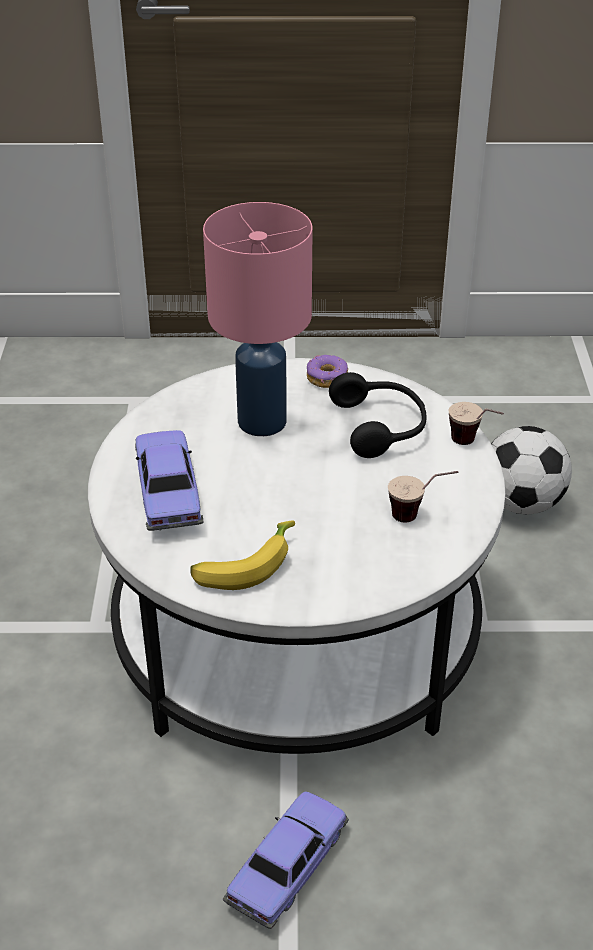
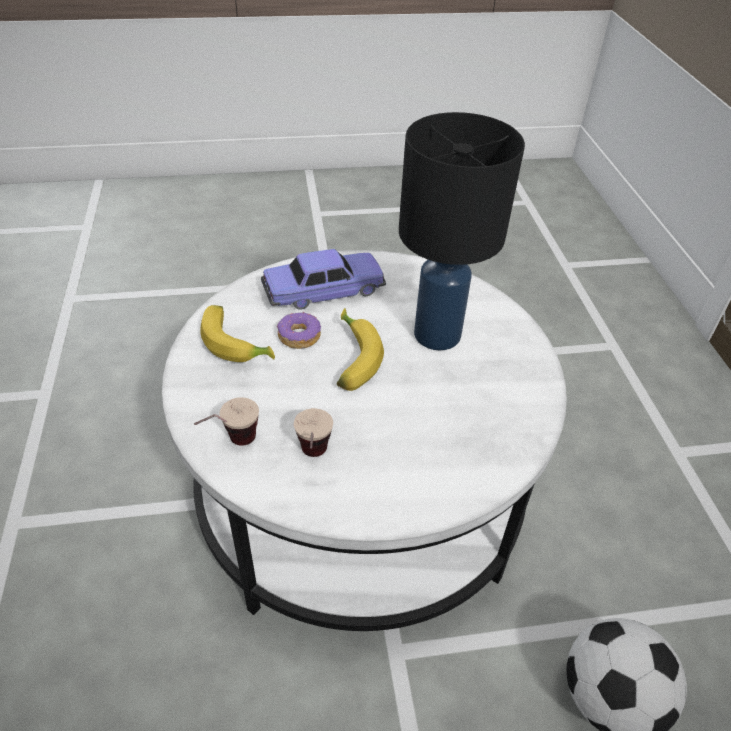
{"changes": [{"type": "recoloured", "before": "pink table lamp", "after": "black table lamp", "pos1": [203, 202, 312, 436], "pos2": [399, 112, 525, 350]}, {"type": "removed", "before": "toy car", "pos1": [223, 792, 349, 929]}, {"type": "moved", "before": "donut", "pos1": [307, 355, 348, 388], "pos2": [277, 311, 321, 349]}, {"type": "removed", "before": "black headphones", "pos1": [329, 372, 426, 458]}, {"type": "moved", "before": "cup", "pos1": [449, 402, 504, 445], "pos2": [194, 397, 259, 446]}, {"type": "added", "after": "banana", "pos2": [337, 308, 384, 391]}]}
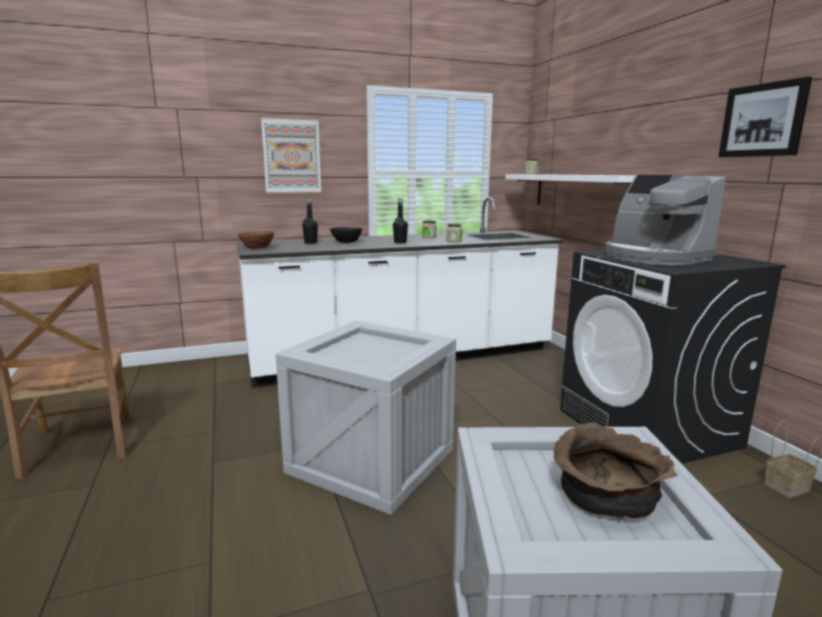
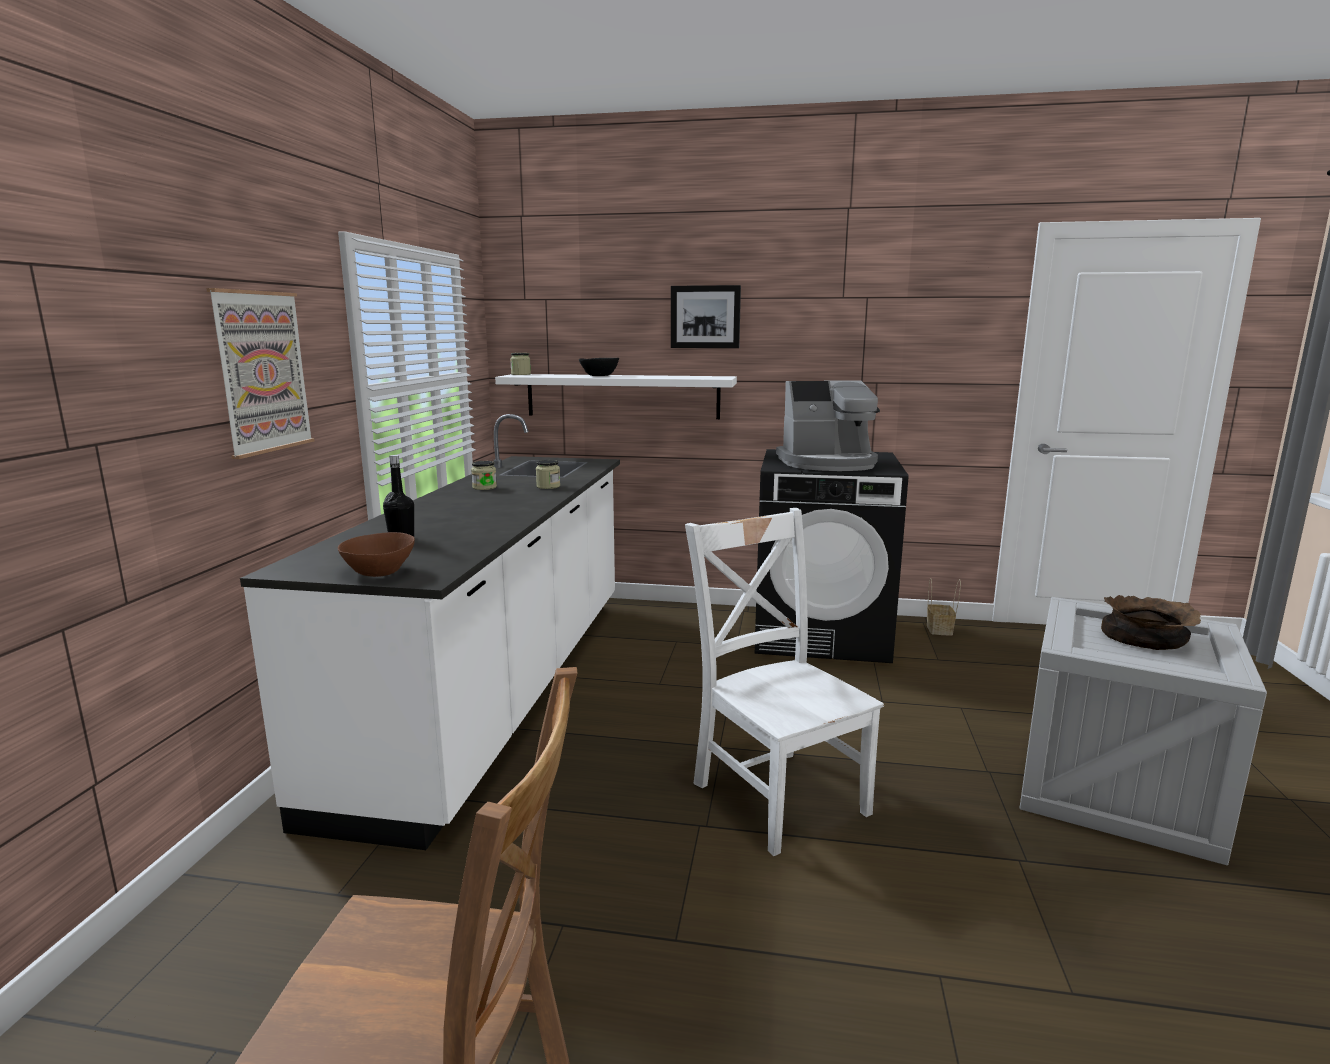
{"changes": [{"type": "replaced", "before": "crate", "after": "white chair", "pos1": [276, 321, 456, 515], "pos2": [685, 508, 884, 856]}, {"type": "moved", "before": "black bowl", "pos1": [330, 227, 363, 243], "pos2": [579, 358, 619, 376]}, {"type": "removed", "before": "black bottle", "pos1": [393, 198, 408, 243]}, {"type": "moved", "before": "picture", "pos1": [719, 76, 812, 157], "pos2": [671, 285, 741, 348]}]}
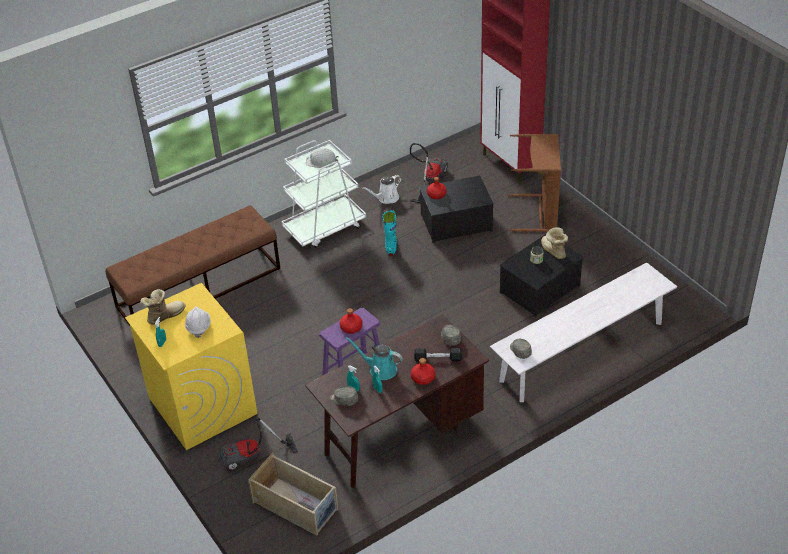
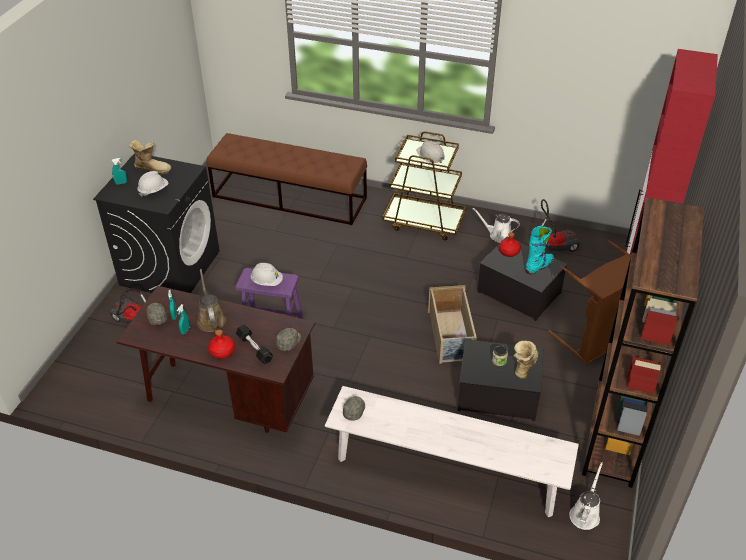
{"changes": [{"type": "recoloured", "before": "yellow washing machine", "after": "black washing machine", "pos1": [125, 283, 257, 450], "pos2": [93, 153, 220, 293]}, {"type": "moved", "before": "beige storage box", "pos1": [248, 453, 339, 536], "pos2": [428, 285, 477, 364]}, {"type": "recoloured", "before": "white cart", "after": "brown cart", "pos1": [281, 140, 366, 248], "pos2": [383, 131, 466, 241]}, {"type": "replaced", "before": "red bottle", "after": "white hard hat", "pos1": [340, 308, 363, 334], "pos2": [250, 263, 283, 286]}, {"type": "recoloured", "before": "turquoise watering can", "after": "brown watering can", "pos1": [346, 337, 403, 380], "pos2": [197, 269, 226, 332]}, {"type": "moved", "before": "turquoise boot", "pos1": [382, 210, 397, 256], "pos2": [526, 226, 554, 274]}, {"type": "added", "after": "white watering can", "pos2": [569, 462, 603, 530]}, {"type": "added", "after": "brown bookcase", "pos2": [582, 197, 704, 488]}]}
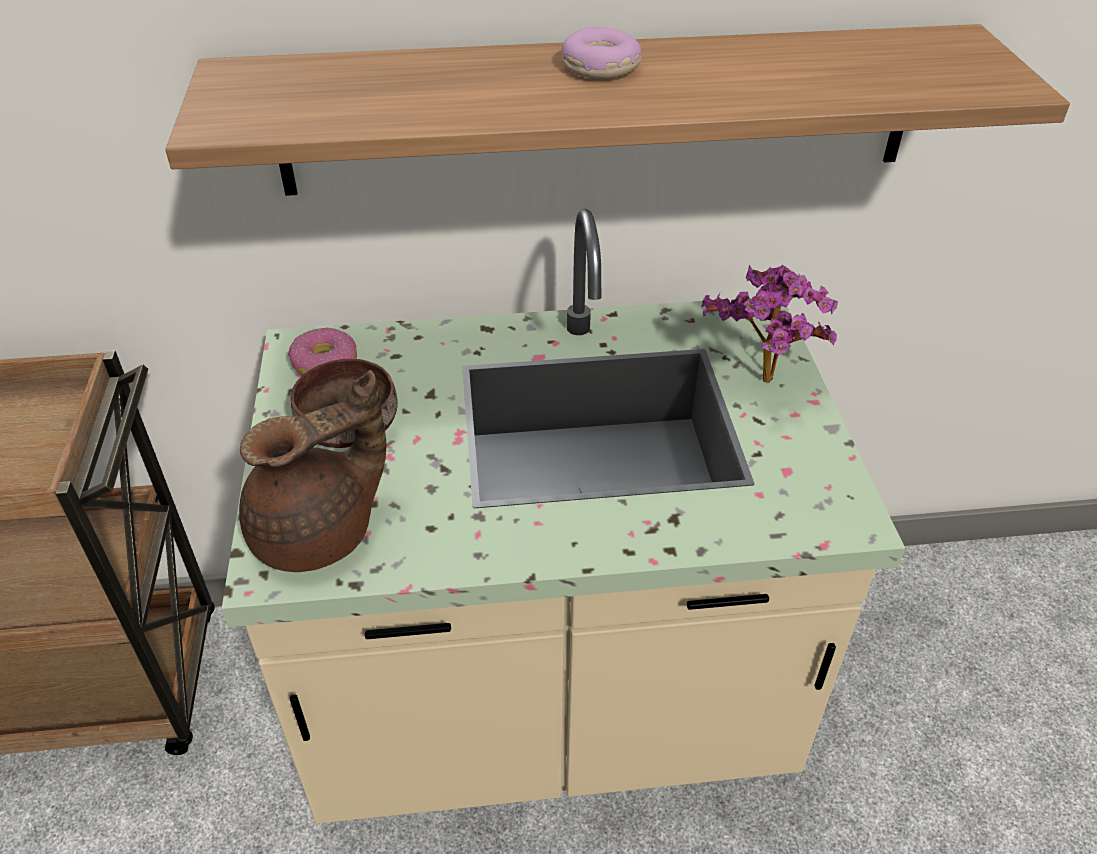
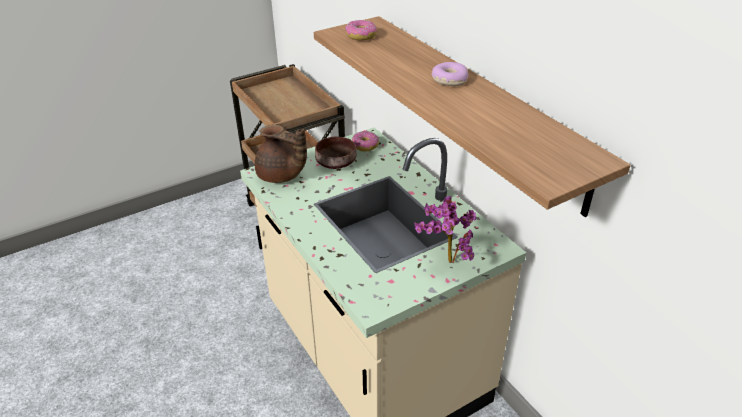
{"changes": [{"type": "added", "after": "donut", "pos2": [345, 20, 377, 40]}]}
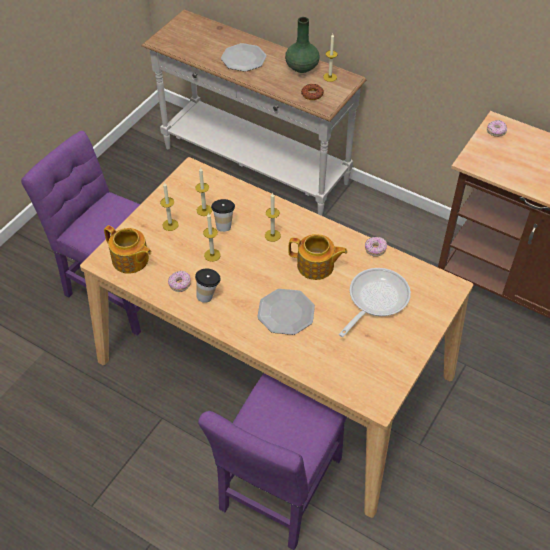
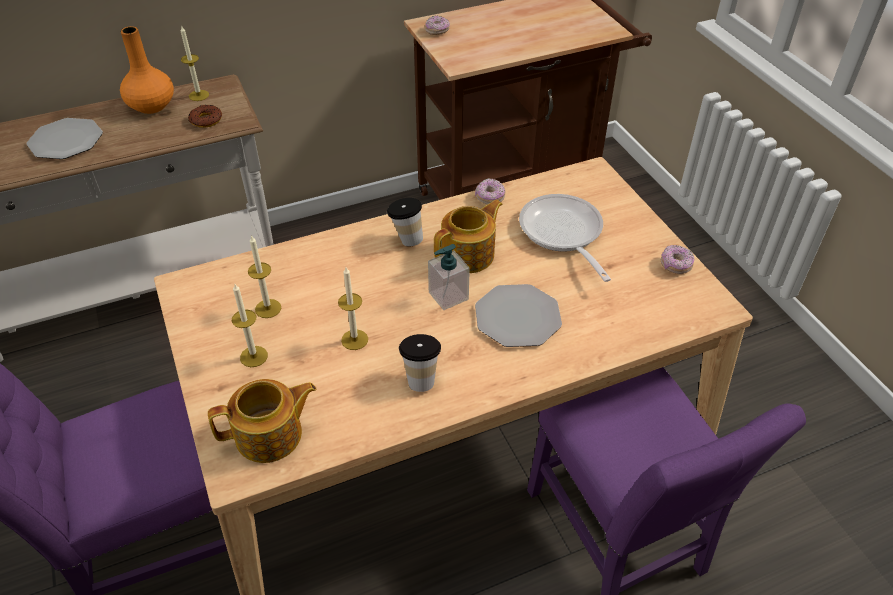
{"changes": [{"type": "moved", "before": "donut", "pos1": [168, 271, 191, 292], "pos2": [661, 245, 694, 274]}, {"type": "moved", "before": "cup", "pos1": [211, 199, 235, 232], "pos2": [387, 198, 423, 246]}, {"type": "removed", "before": "candle", "pos1": [265, 193, 281, 242]}, {"type": "recoloured", "before": "green vase", "after": "orange vase", "pos1": [285, 17, 320, 73], "pos2": [120, 26, 174, 114]}, {"type": "added", "after": "soap dispenser", "pos2": [428, 244, 470, 310]}]}
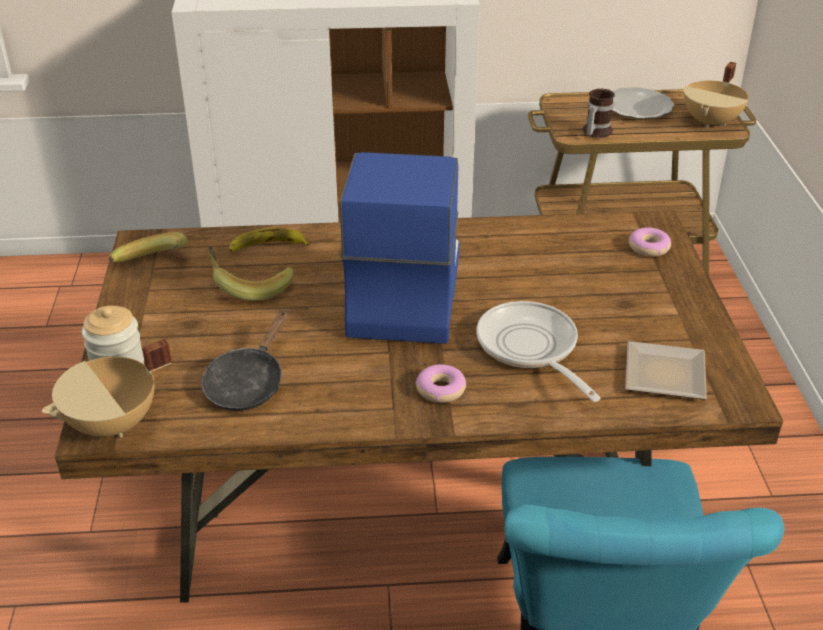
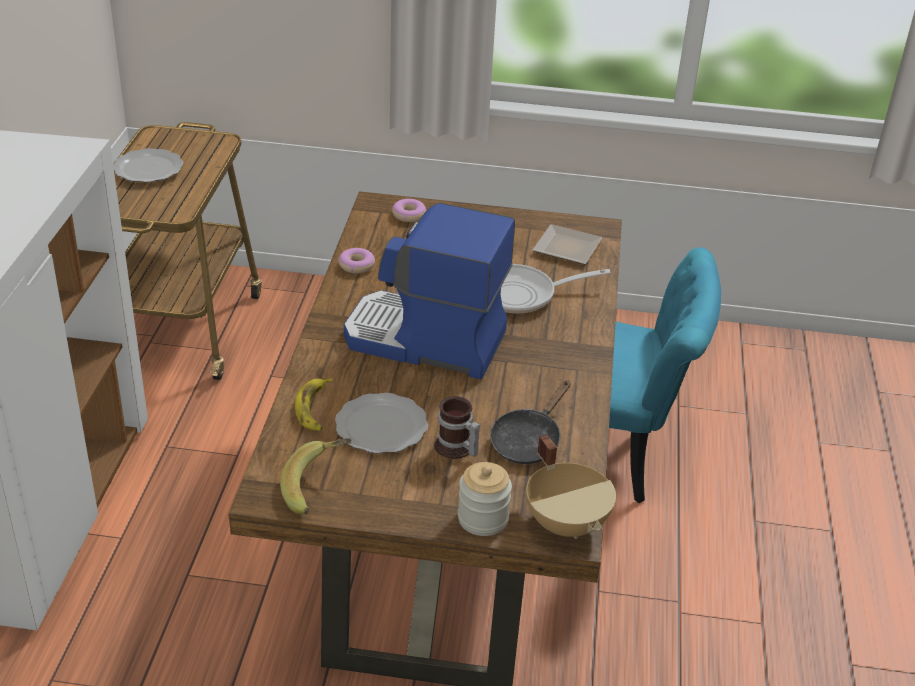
{"changes": [{"type": "turned", "before": "black frying pan", "pos1": [201, 310, 288, 411], "pos2": [490, 380, 570, 464], "turn": 90}, {"type": "replaced", "before": "banana", "after": "plate", "pos1": [208, 246, 293, 301], "pos2": [335, 393, 428, 454]}, {"type": "moved", "before": "donut", "pos1": [415, 364, 466, 403], "pos2": [338, 248, 375, 274]}, {"type": "moved", "before": "mug", "pos1": [583, 89, 615, 138], "pos2": [434, 396, 480, 459]}, {"type": "removed", "before": "beige cooking pot", "pos1": [684, 62, 749, 128]}]}
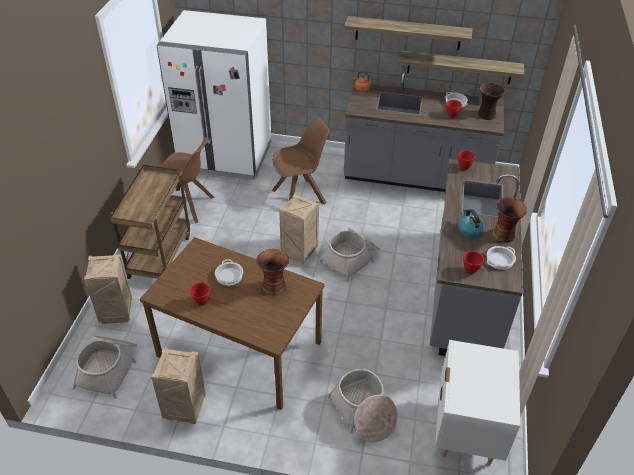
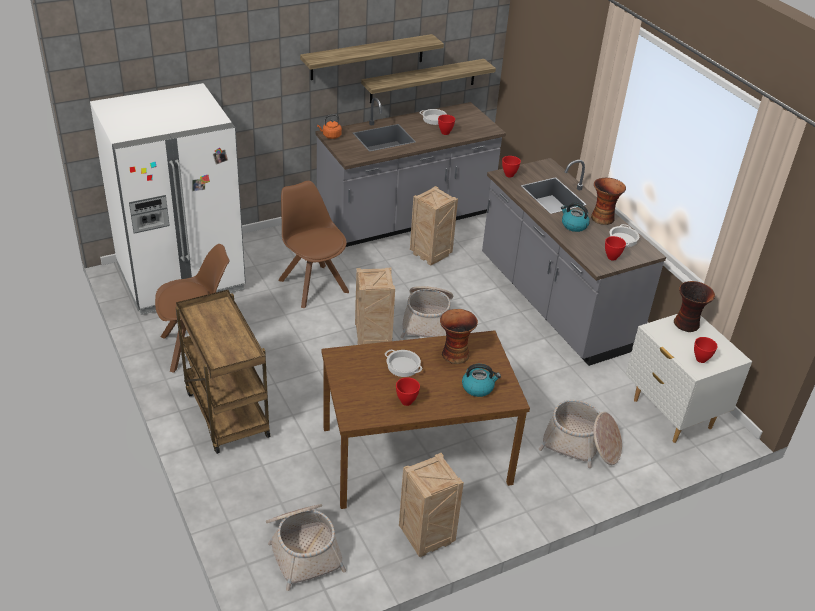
{"changes": [{"type": "moved", "before": "crate", "pos1": [84, 254, 132, 324], "pos2": [410, 186, 458, 266]}, {"type": "turned", "before": "brown chair", "pos1": [272, 118, 330, 204], "pos2": [279, 181, 349, 308], "turn": -60}, {"type": "moved", "before": "vase", "pos1": [478, 82, 505, 120], "pos2": [674, 281, 715, 332]}, {"type": "added", "after": "kettle", "pos2": [462, 364, 501, 397]}, {"type": "added", "after": "red bowl", "pos2": [694, 337, 718, 363]}]}
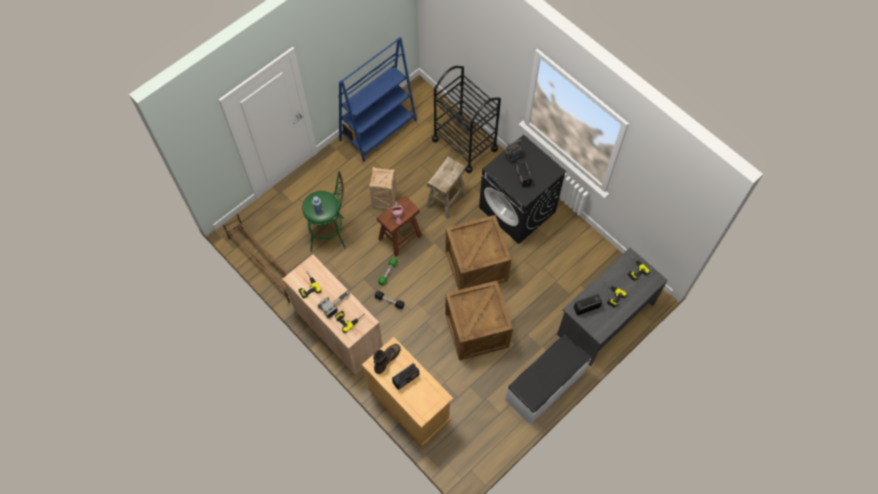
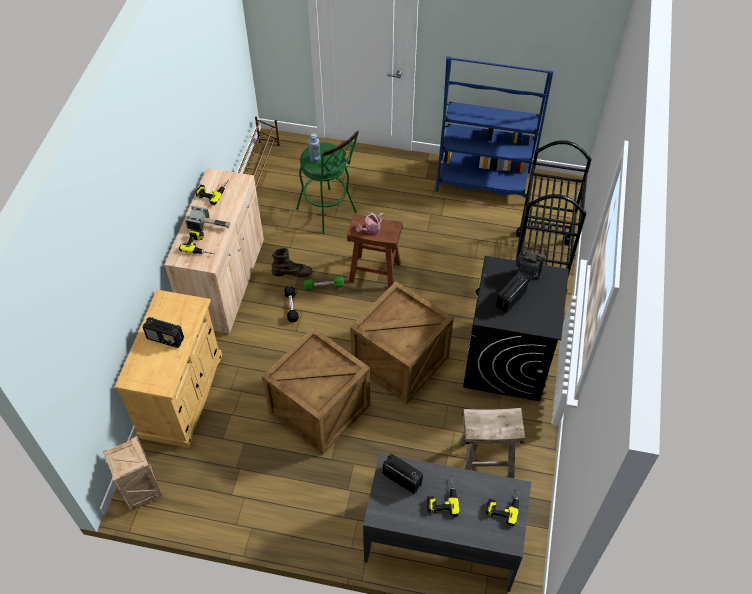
{"changes": [{"type": "moved", "before": "crate", "pos1": [369, 167, 397, 210], "pos2": [103, 436, 163, 511]}, {"type": "moved", "before": "brown boot", "pos1": [373, 344, 401, 374], "pos2": [272, 248, 313, 278]}, {"type": "moved", "before": "beige stool", "pos1": [426, 156, 467, 219], "pos2": [458, 408, 525, 478]}, {"type": "removed", "before": "white bench", "pos1": [505, 334, 591, 425]}]}
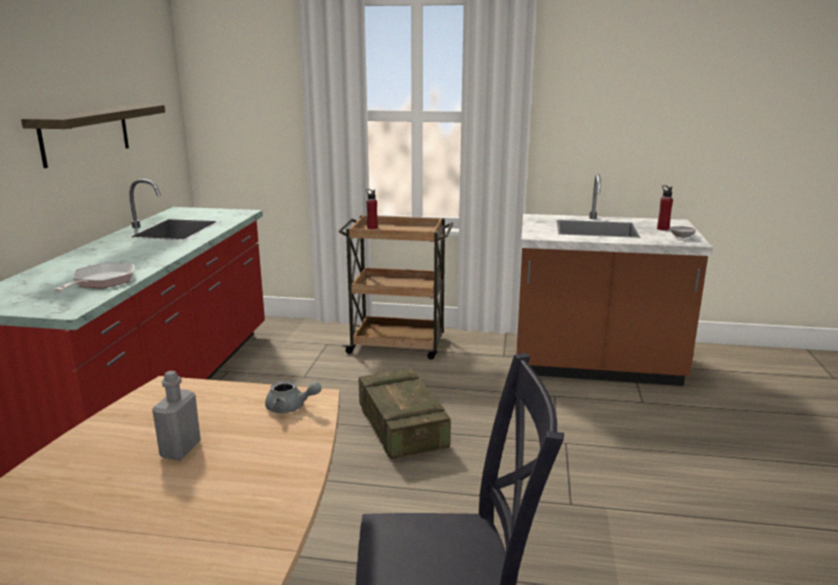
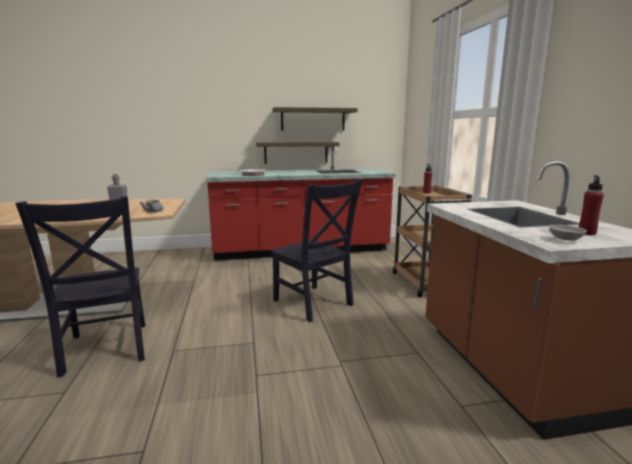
{"changes": [{"type": "replaced", "before": "crate", "after": "black chair", "pos1": [359, 369, 451, 460], "pos2": [271, 179, 363, 322]}, {"type": "added", "after": "shelf", "pos2": [256, 142, 339, 164]}]}
